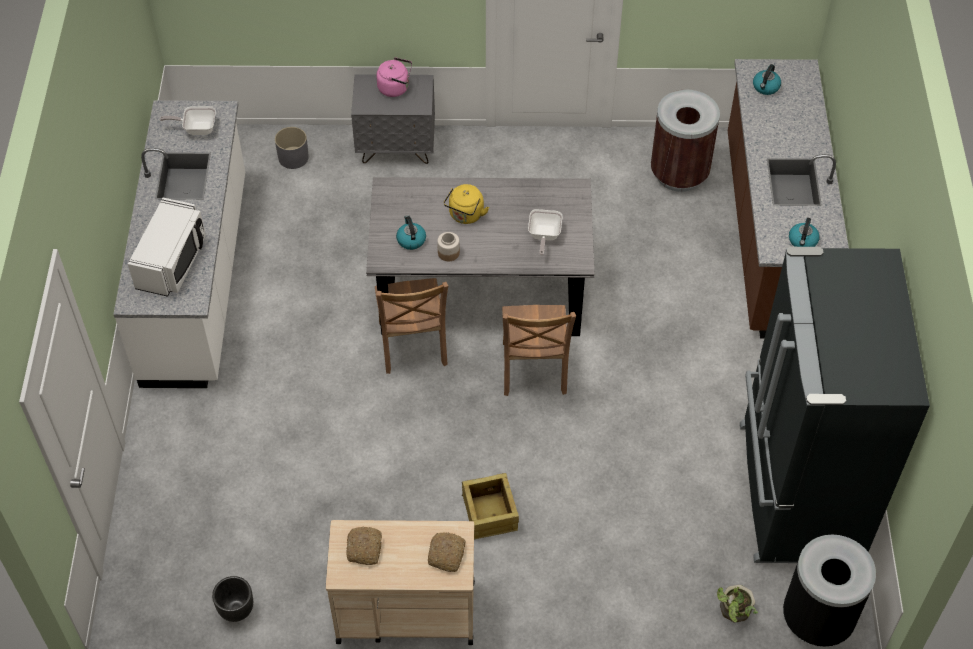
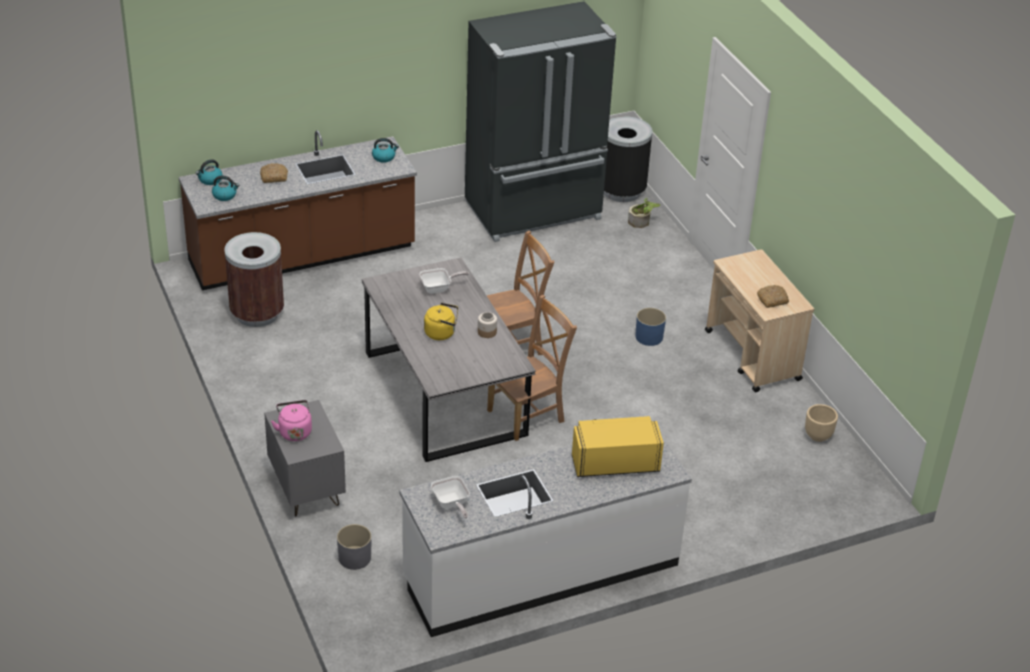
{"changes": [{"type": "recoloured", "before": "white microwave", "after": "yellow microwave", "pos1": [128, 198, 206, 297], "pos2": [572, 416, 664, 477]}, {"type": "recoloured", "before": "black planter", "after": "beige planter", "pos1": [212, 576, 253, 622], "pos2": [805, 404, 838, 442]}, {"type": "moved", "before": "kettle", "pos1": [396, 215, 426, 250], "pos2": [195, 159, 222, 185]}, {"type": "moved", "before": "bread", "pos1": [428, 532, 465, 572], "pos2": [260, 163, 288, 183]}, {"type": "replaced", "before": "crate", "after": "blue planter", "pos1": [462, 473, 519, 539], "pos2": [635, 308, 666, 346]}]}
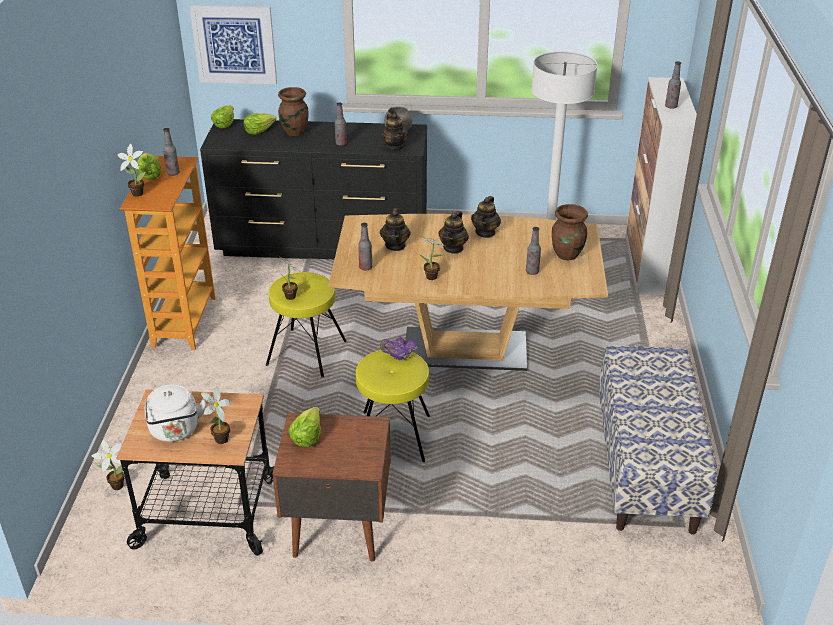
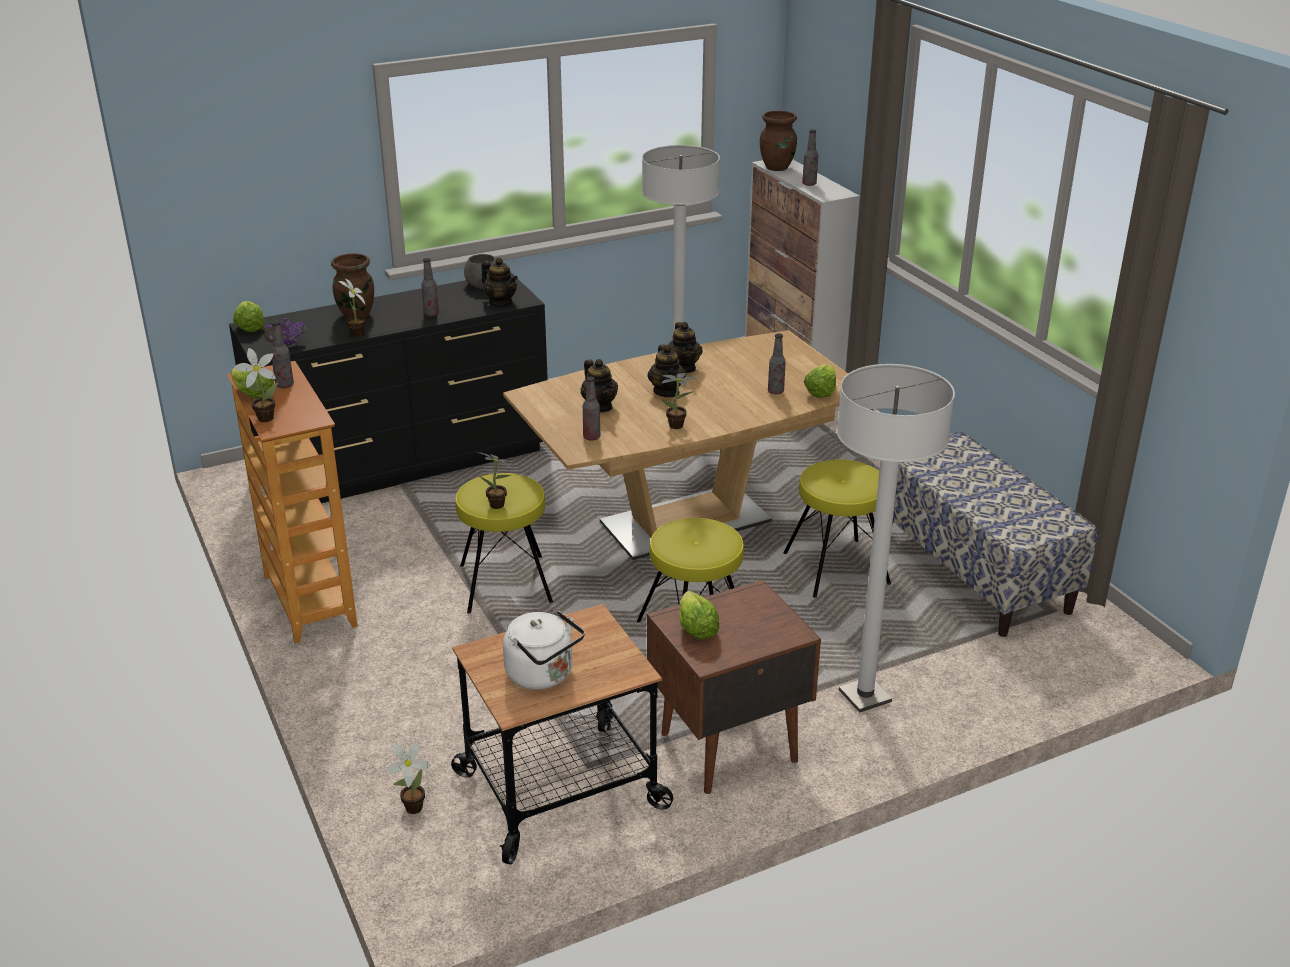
{"changes": [{"type": "removed", "before": "picture", "pos1": [189, 4, 277, 84]}, {"type": "moved", "before": "potted plant", "pos1": [201, 386, 232, 444], "pos2": [339, 278, 366, 337]}, {"type": "moved", "before": "lettuce", "pos1": [244, 113, 276, 135], "pos2": [804, 364, 836, 398]}, {"type": "moved", "before": "purple teapot", "pos1": [380, 337, 419, 360], "pos2": [264, 318, 307, 348]}, {"type": "moved", "before": "brown vase", "pos1": [552, 204, 588, 260], "pos2": [760, 111, 797, 171]}, {"type": "added", "after": "yellow stool", "pos2": [783, 460, 891, 598]}, {"type": "added", "after": "white floor lamp", "pos2": [837, 364, 955, 713]}]}
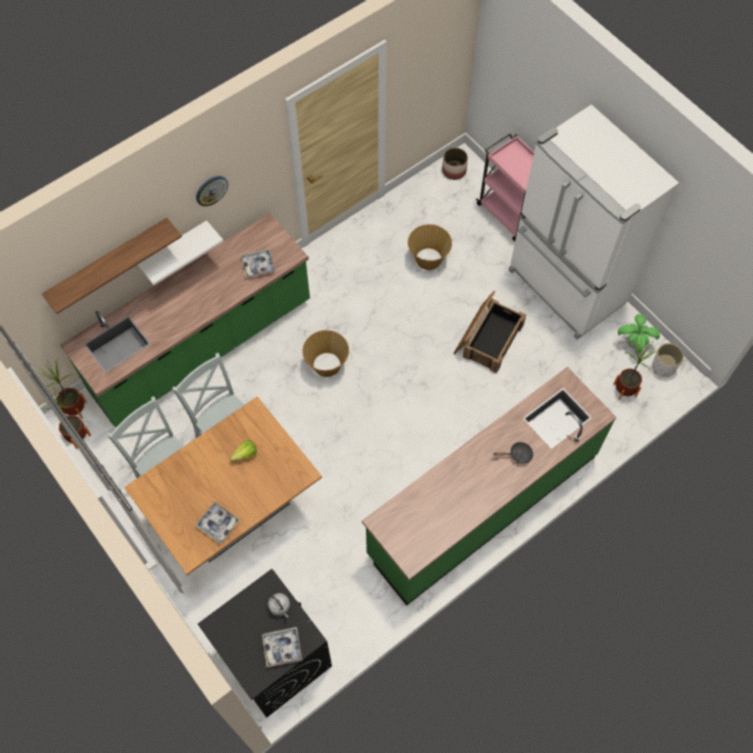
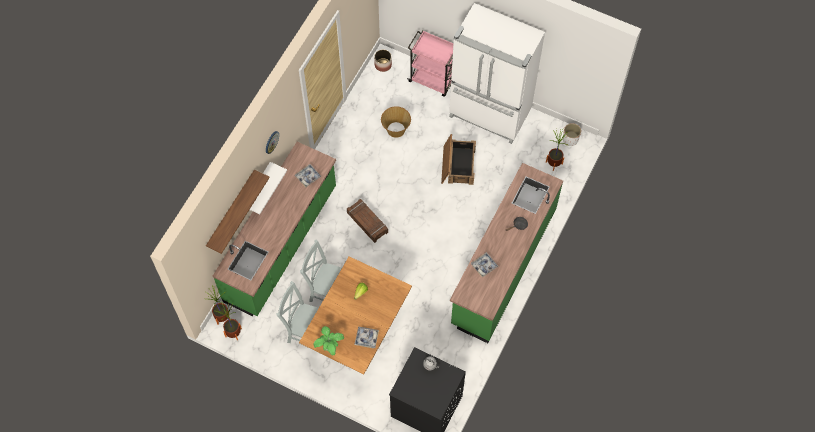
{"changes": [{"type": "moved", "before": "tray", "pos1": [262, 627, 302, 667], "pos2": [471, 252, 499, 278]}, {"type": "replaced", "before": "basket", "after": "crate", "pos1": [303, 330, 349, 377], "pos2": [347, 199, 388, 243]}, {"type": "moved", "before": "potted plant", "pos1": [618, 314, 660, 353], "pos2": [313, 326, 344, 356]}]}
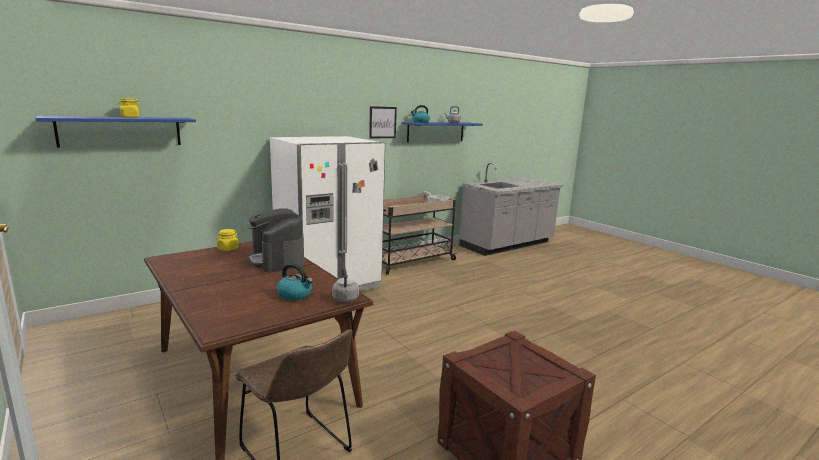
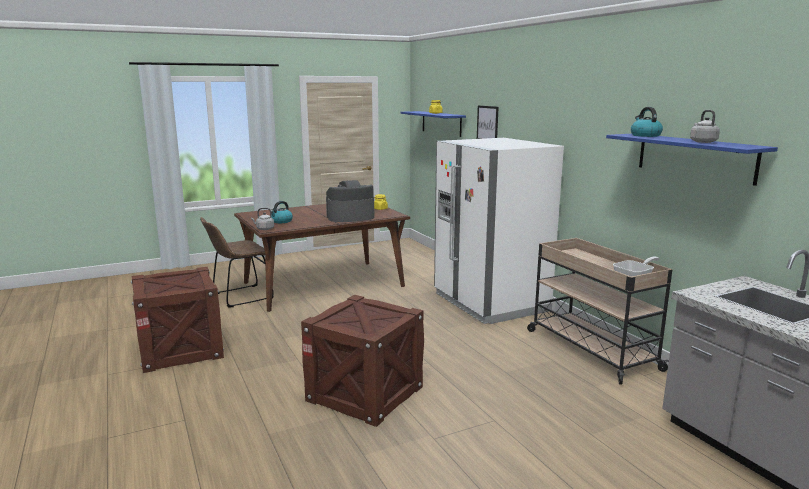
{"changes": [{"type": "moved", "before": "picture", "pos1": [369, 106, 397, 139], "pos2": [477, 105, 499, 139]}, {"type": "added", "after": "crate", "pos2": [301, 295, 424, 427]}]}
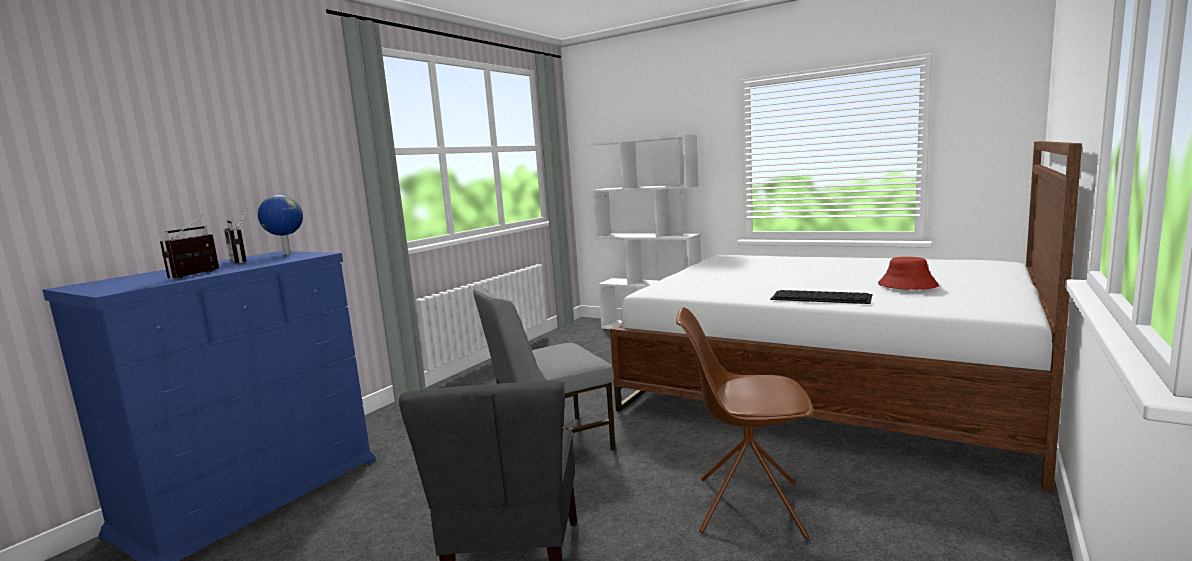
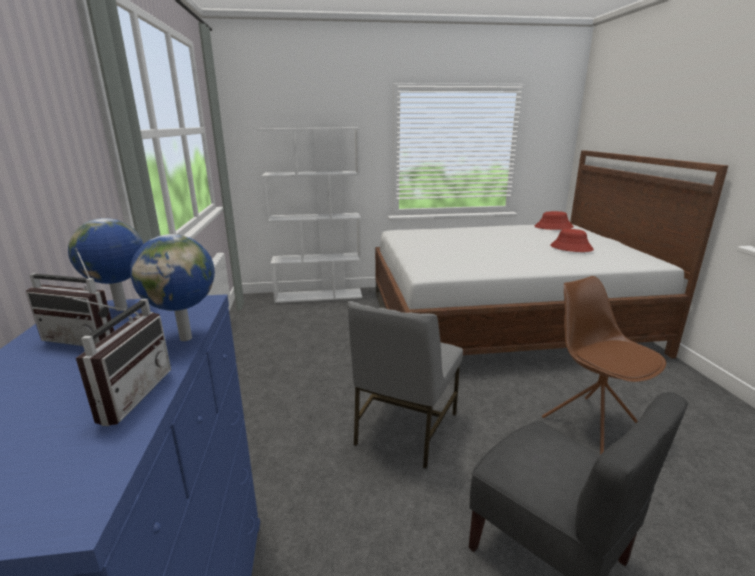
{"changes": [{"type": "turned", "before": "radio", "pos1": [160, 214, 219, 279], "pos2": [65, 296, 171, 426], "turn": -150}, {"type": "turned", "before": "brown chair", "pos1": [676, 307, 813, 539], "pos2": [542, 276, 666, 455], "turn": 90}, {"type": "removed", "before": "keyboard", "pos1": [770, 290, 872, 304]}, {"type": "added", "after": "globe", "pos2": [130, 234, 215, 341]}, {"type": "added", "after": "red hat", "pos2": [534, 211, 574, 230]}]}
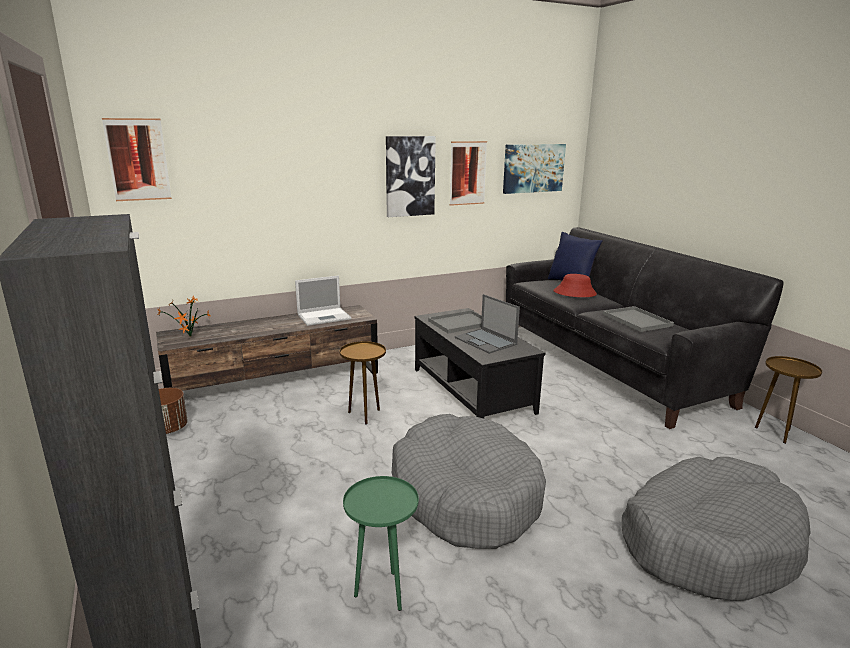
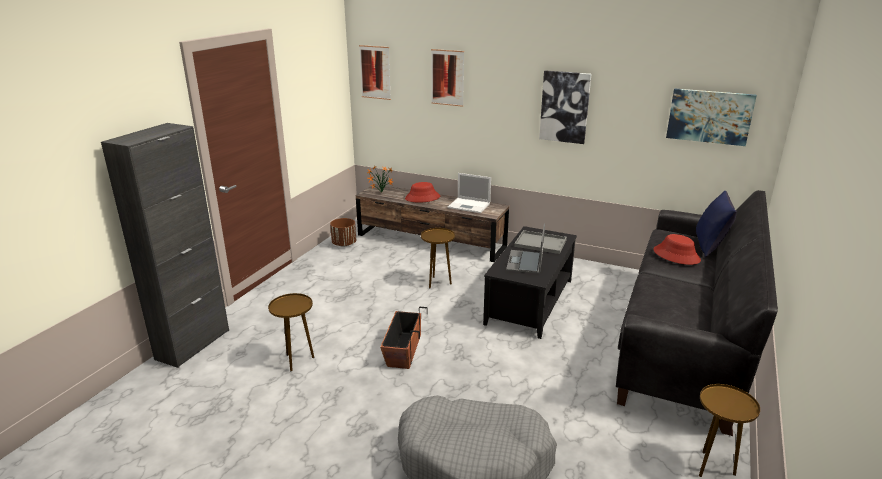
{"changes": [{"type": "recoloured", "before": "green side table", "after": "brown side table", "pos1": [343, 476, 419, 611], "pos2": [268, 293, 314, 371]}, {"type": "replaced", "before": "grey dog bed", "after": "planter", "pos1": [392, 414, 546, 549], "pos2": [380, 307, 427, 369]}, {"type": "moved", "before": "picture", "pos1": [450, 141, 487, 206], "pos2": [431, 49, 464, 107]}, {"type": "removed", "before": "grey tray", "pos1": [603, 306, 674, 332]}, {"type": "added", "after": "red hat", "pos2": [405, 182, 440, 203]}]}
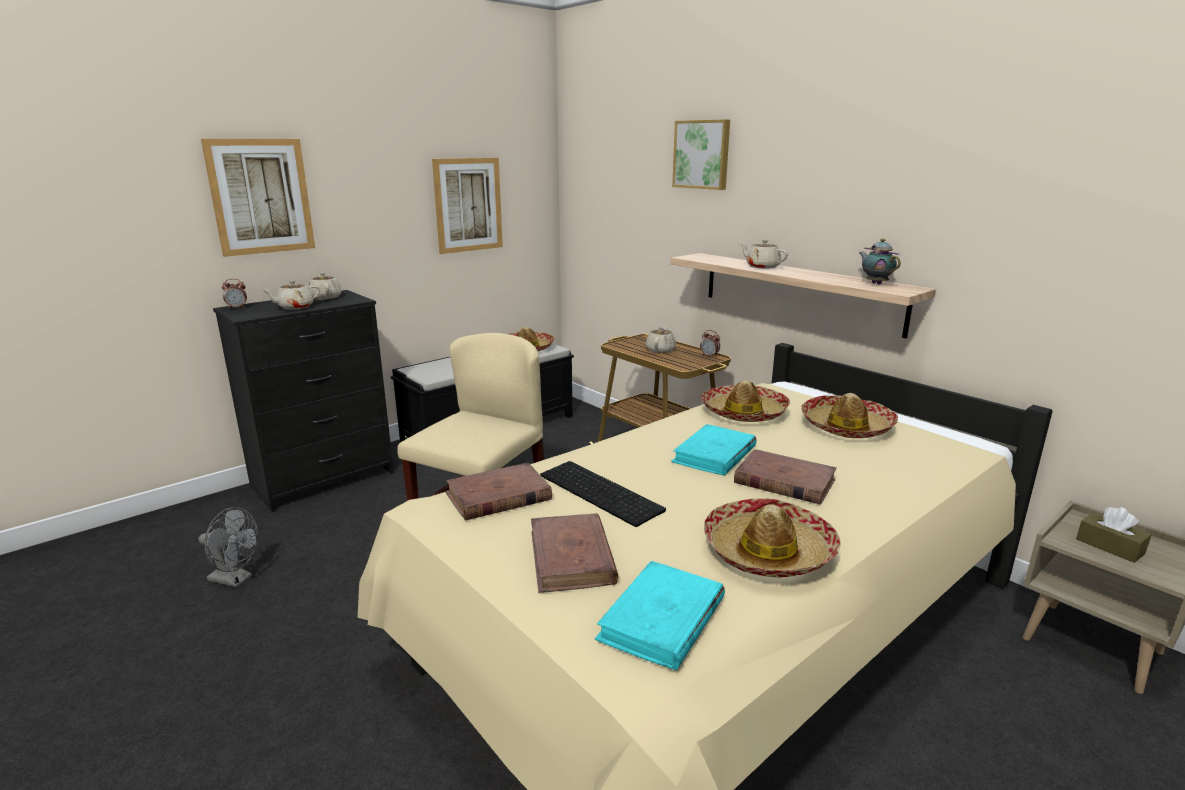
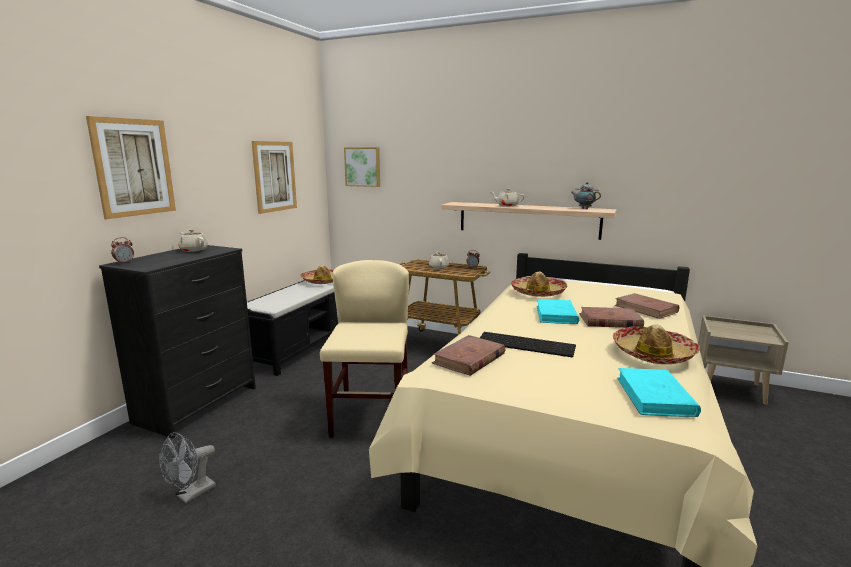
{"changes": [{"type": "turned", "before": "grey fan", "pos1": [198, 507, 258, 587], "pos2": [159, 432, 216, 503], "turn": 135}, {"type": "removed", "before": "beige teapot", "pos1": [262, 281, 320, 310]}, {"type": "moved", "before": "brown book", "pos1": [531, 513, 618, 593], "pos2": [615, 293, 679, 319]}, {"type": "moved", "before": "picture", "pos1": [672, 119, 730, 190], "pos2": [344, 147, 380, 187]}, {"type": "removed", "before": "hat", "pos1": [801, 393, 898, 438]}, {"type": "removed", "before": "brown tissue box", "pos1": [1076, 507, 1151, 563]}]}
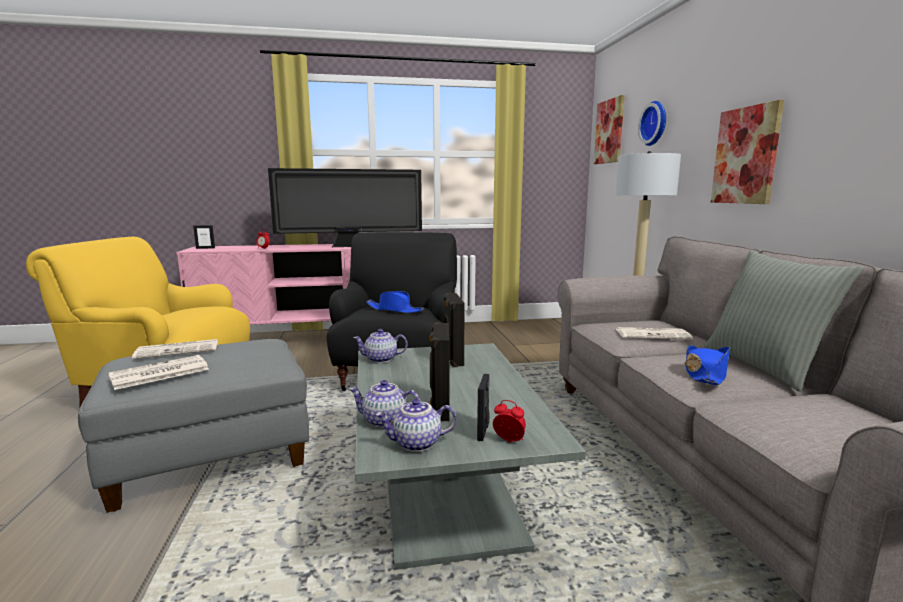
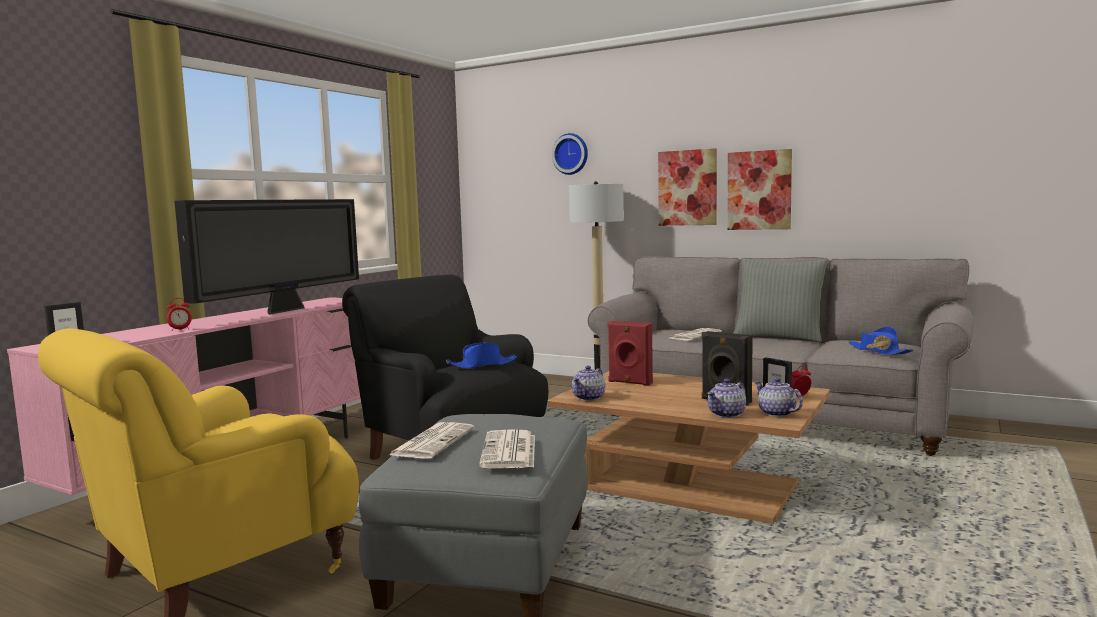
{"changes": [{"type": "recoloured", "before": "grey coffee table", "after": "brown coffee table", "pos1": [355, 343, 586, 570], "pos2": [548, 371, 830, 524]}, {"type": "turned", "before": "teapot", "pos1": [376, 399, 456, 452], "pos2": [754, 378, 803, 417], "turn": 120}, {"type": "recoloured", "before": "black speaker", "after": "red speaker", "pos1": [444, 293, 465, 367], "pos2": [608, 321, 653, 386]}, {"type": "moved", "before": "picture", "pos1": [594, 95, 625, 164], "pos2": [727, 149, 792, 230]}, {"type": "moved", "before": "blue hat", "pos1": [685, 345, 730, 385], "pos2": [849, 327, 914, 355]}]}
